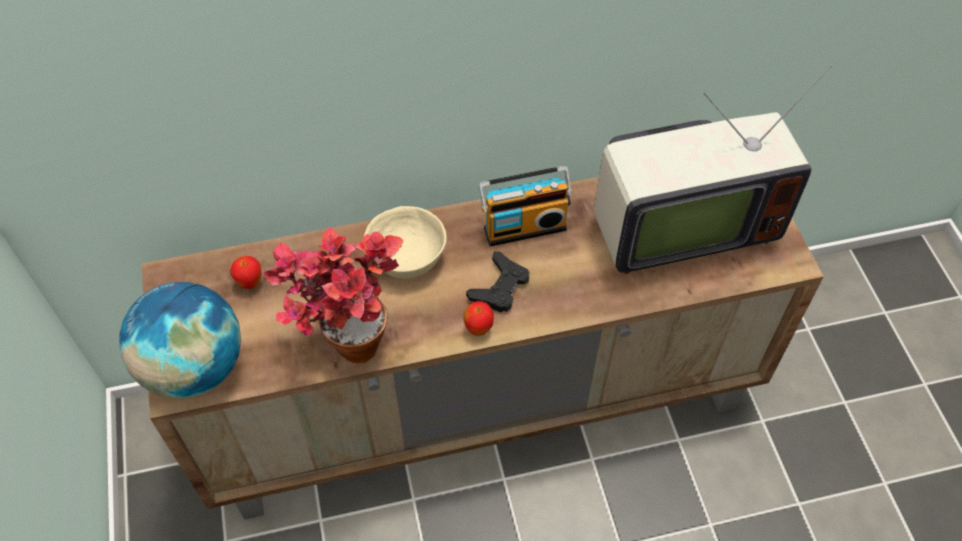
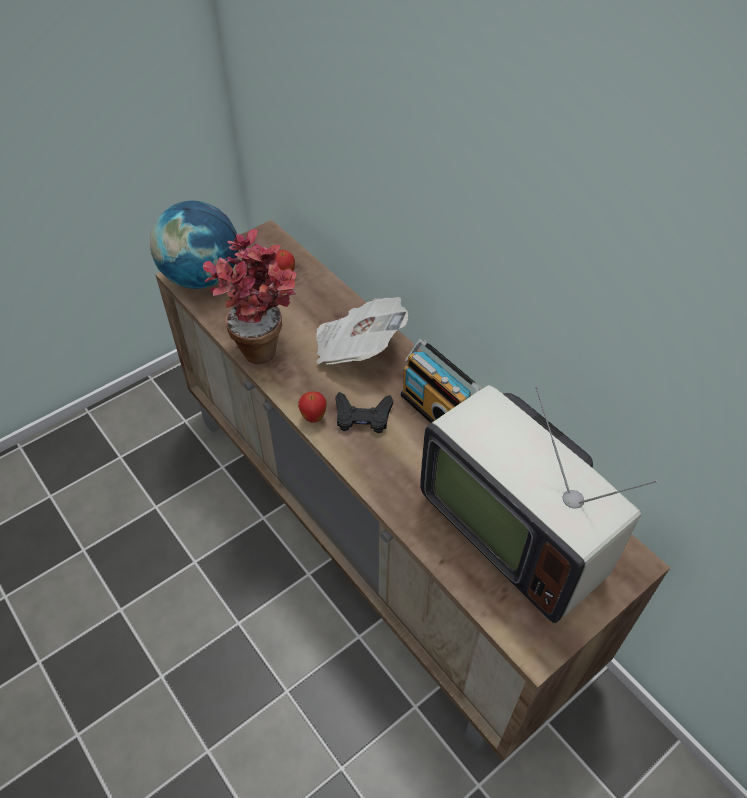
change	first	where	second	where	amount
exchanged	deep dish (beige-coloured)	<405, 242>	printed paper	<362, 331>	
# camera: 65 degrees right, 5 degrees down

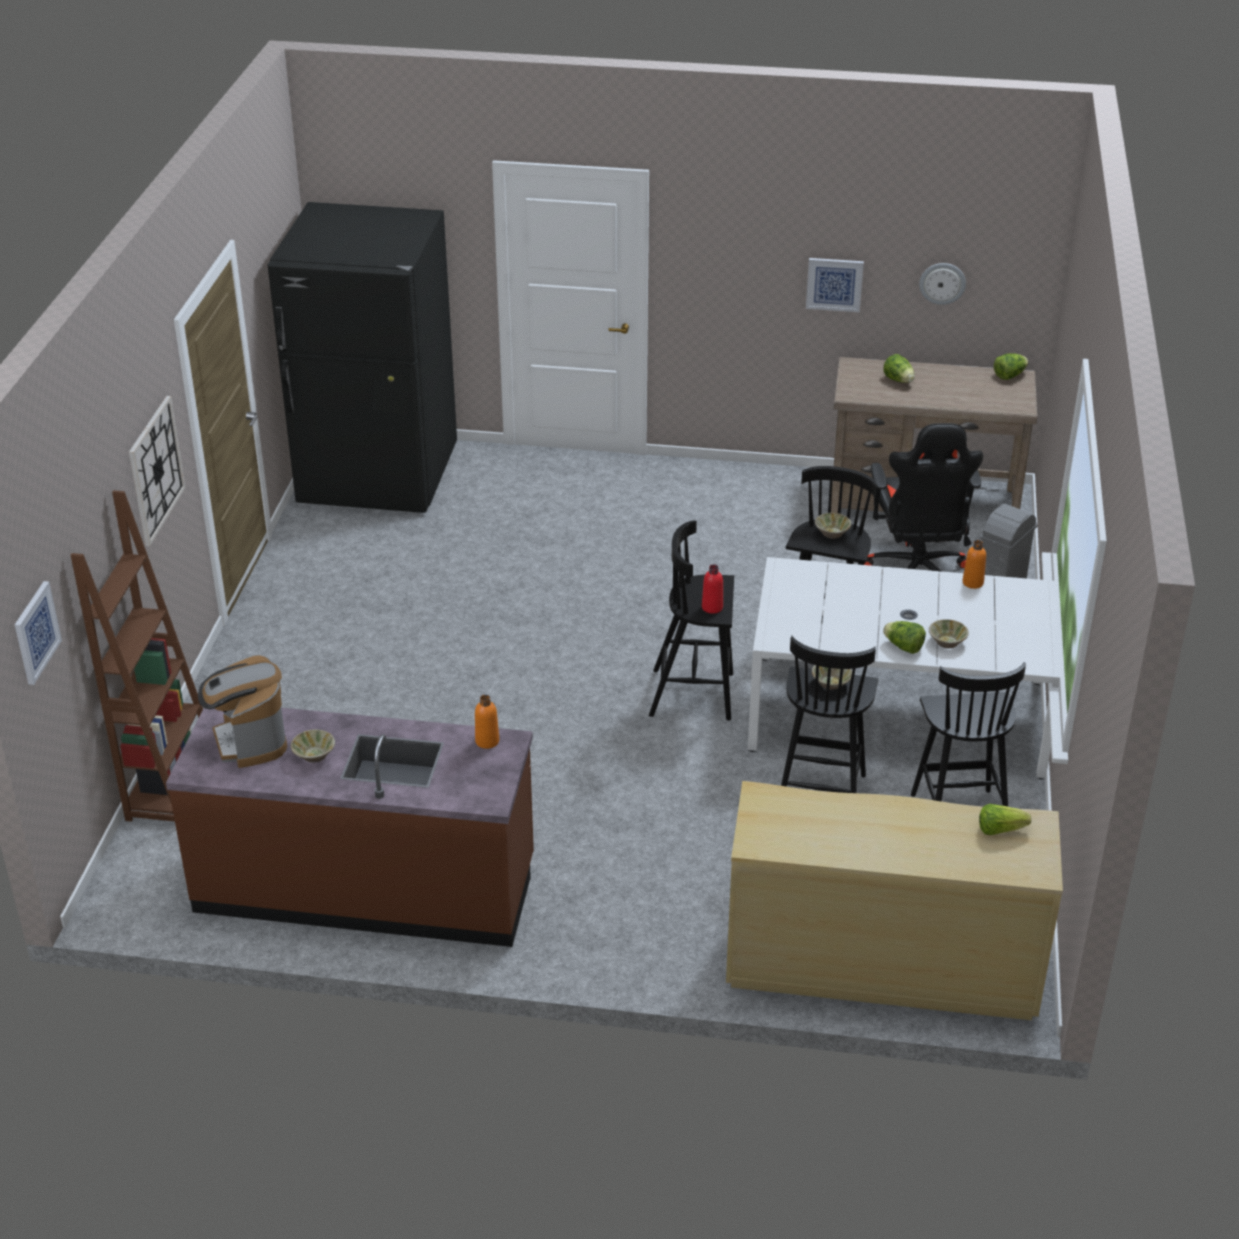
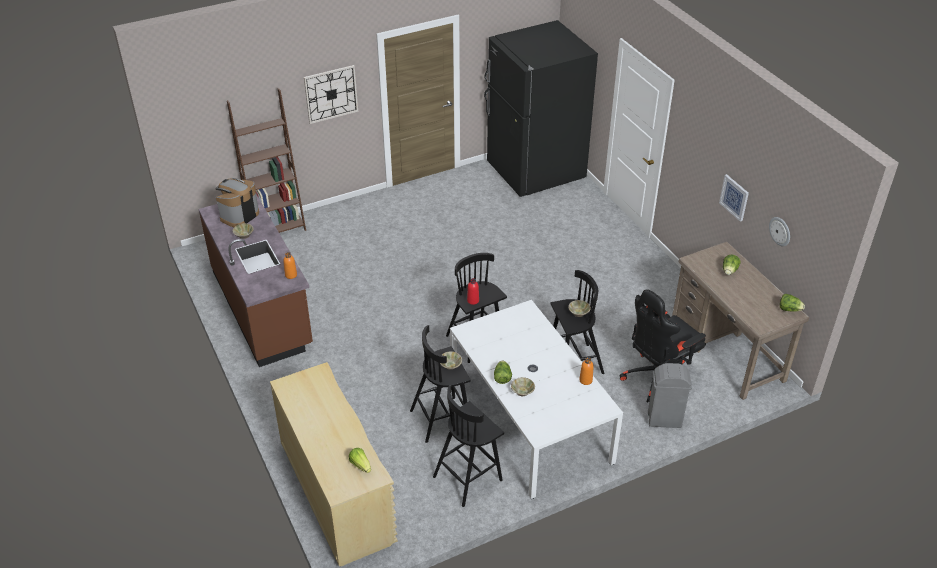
change	first	where	second	where	amount
missing	picture	<38, 633>			
# camera: 55 degrees right, 5 degrees up

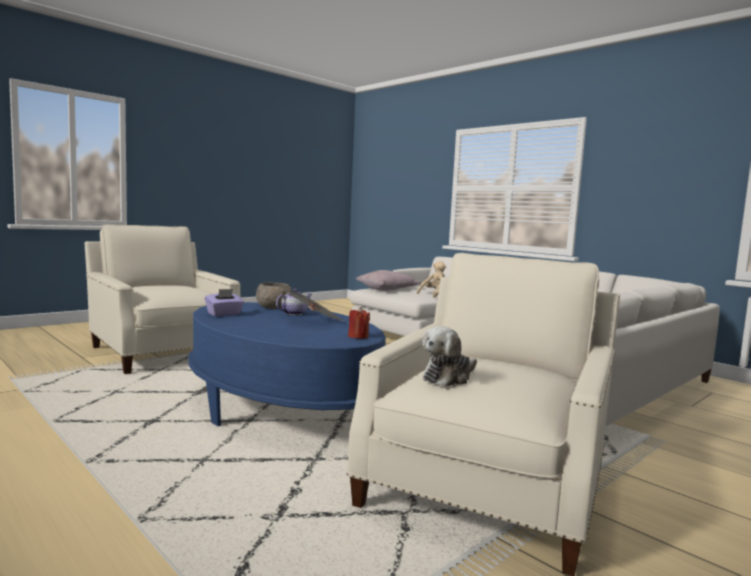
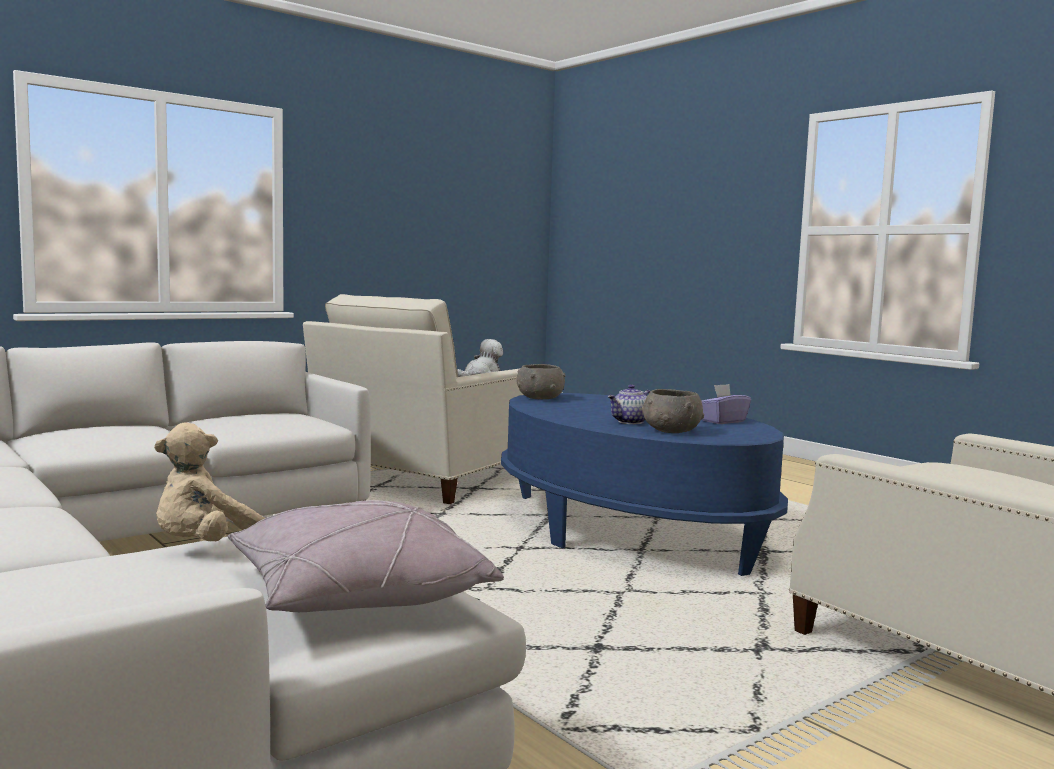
change	first	where	second	where	amount
missing	printed paper	<316, 306>			
exchanged	candle (red)	<359, 323>	deep dish (greyish)	<540, 381>	
# camera: 175 degrees left, 0 degrees up

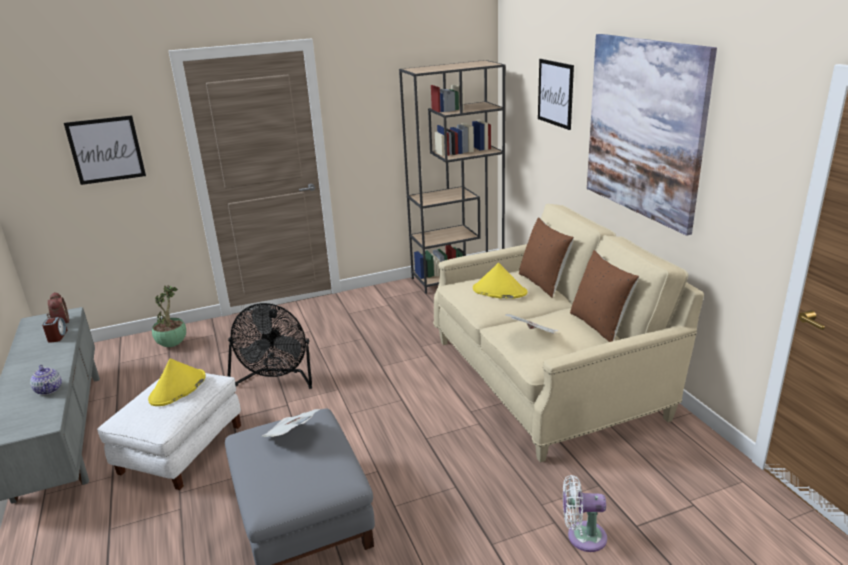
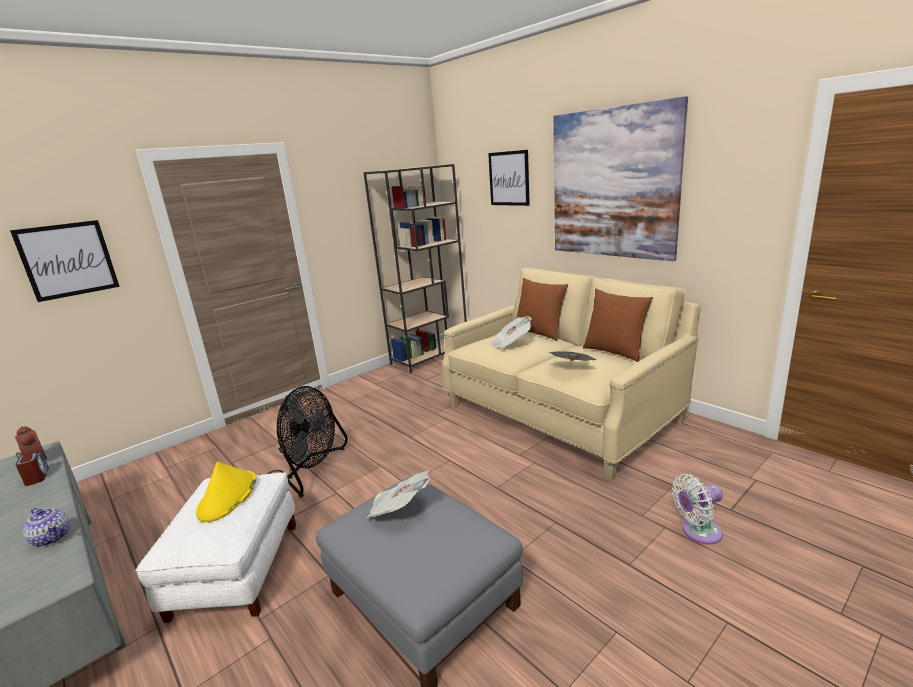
change	first	where	second	where	amount
missing	houseplant	<169, 316>			
spun	fan (blackish)	<269, 346>		<303, 442>	60 degrees counterclockwise
exchanged	clothing hat (yellowish)	<500, 281>	printed paper	<510, 332>	
# camera: 20 degrees left, 5 degrees down

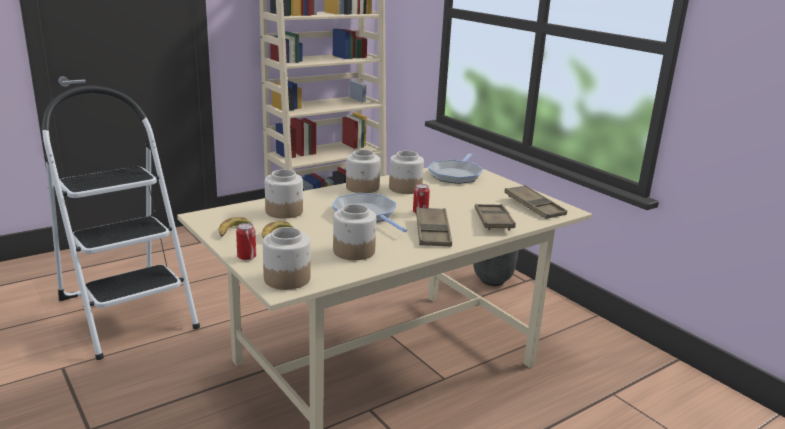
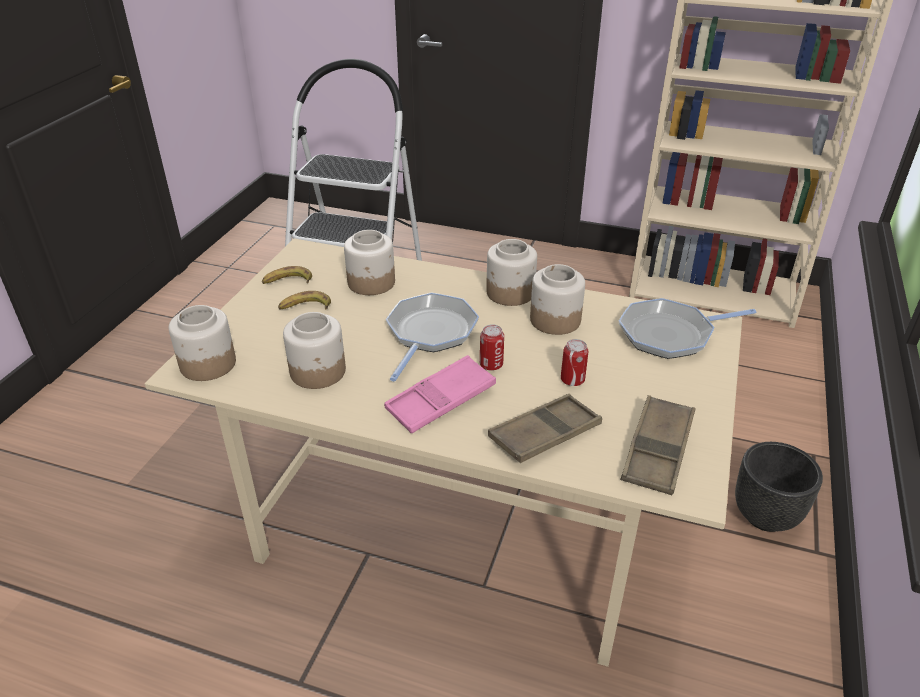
change	first	where	second	where	amount
relocated	can	<246, 241>		<574, 362>	
colour	tray (brown-coloured)	<434, 227>	tray (pink)	<440, 394>	
# camera: 55 degrees right, 15 degrees up

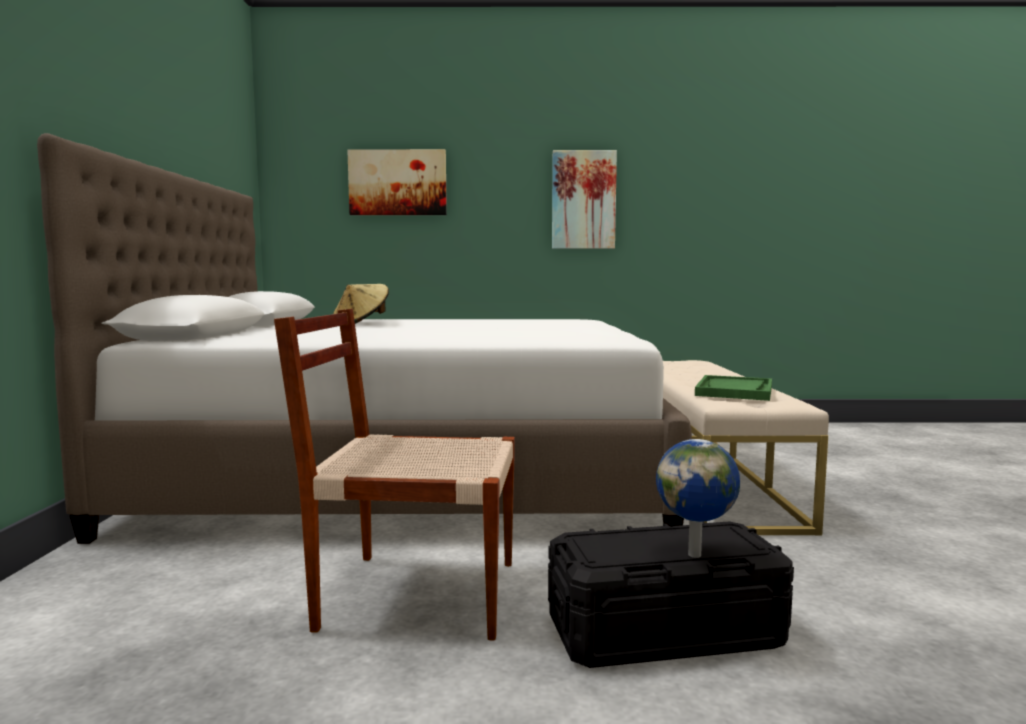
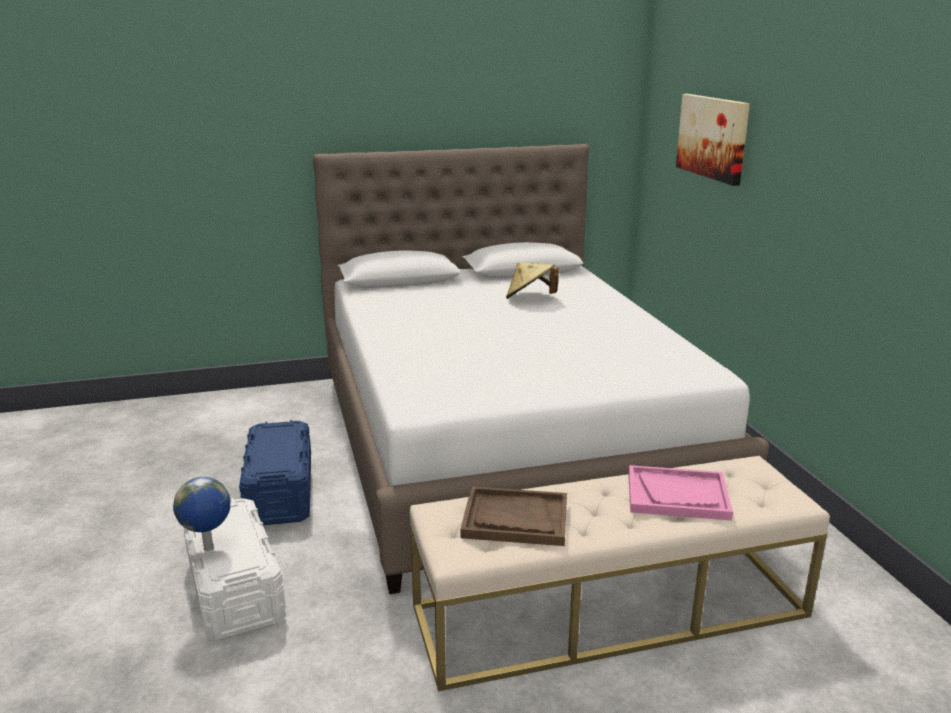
change	first	where	second	where	amount
exchanged	chair	<394, 475>	storage bin (blue)	<275, 472>	
colour	storage bin (blackish)	<671, 594>	storage bin (white)	<234, 569>	
missing	picture	<584, 199>			
colour	tray (green)	<733, 388>	tray (brown-coloured)	<513, 516>	
appeared			tray (pink)	<680, 493>	
# camera: 75 degrees right, 15 degrees up

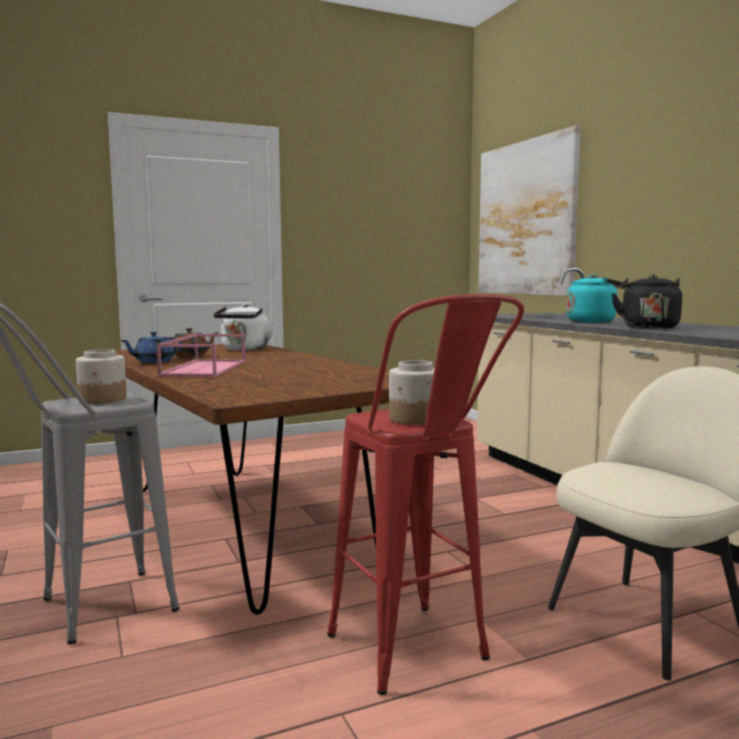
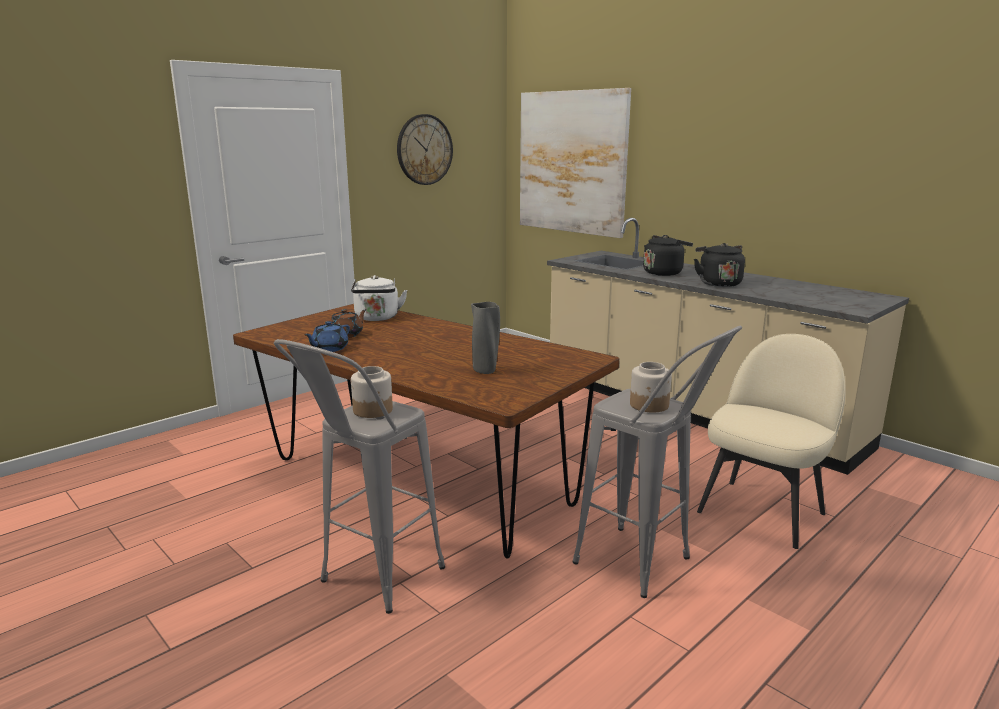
change	first	where	second	where	amount
missing	tray (pink)	<201, 355>			
colour	sitting stool (red)	<425, 494>	sitting stool (greyish)	<657, 462>	
colour	tea kettle (blue-green)	<594, 299>	tea kettle (blackish)	<668, 255>	
appeared			wall clock	<425, 149>	
appeared			flower vase (greyish)	<485, 338>	
# camera: 20 degrees left, 10 degrees up

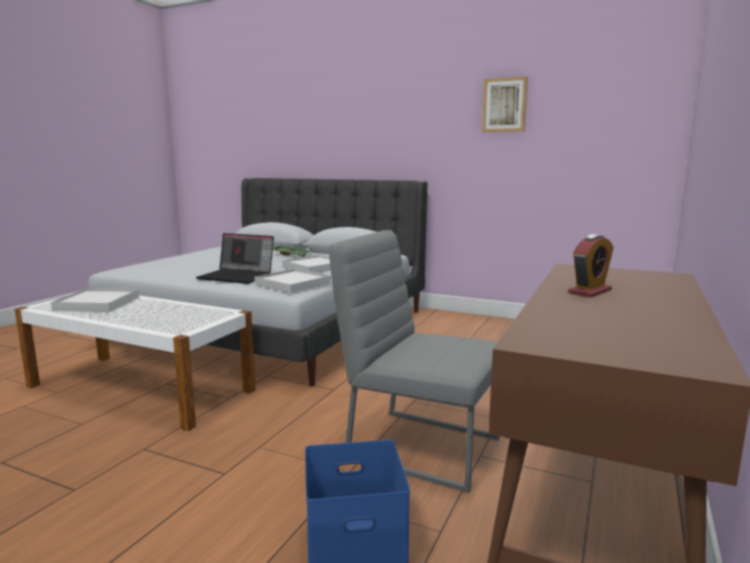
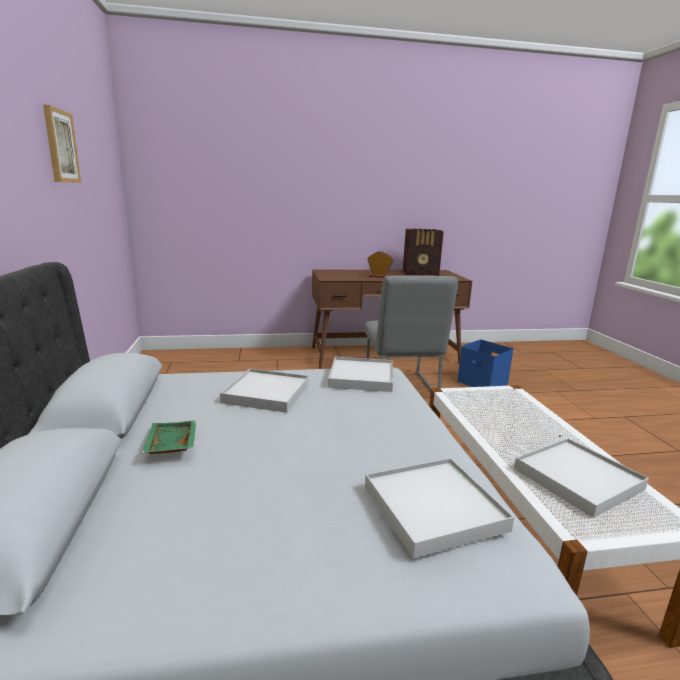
change	first	where	second	where	amount
missing	portable computer	<235, 258>			
appeared			tray (white)	<439, 508>	
appeared			radio	<423, 252>	
# camera: 125 degrees left, 5 degrees up

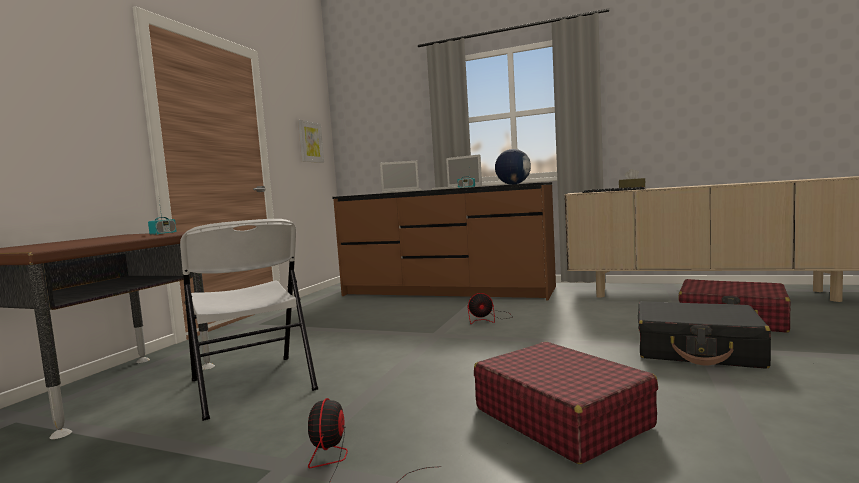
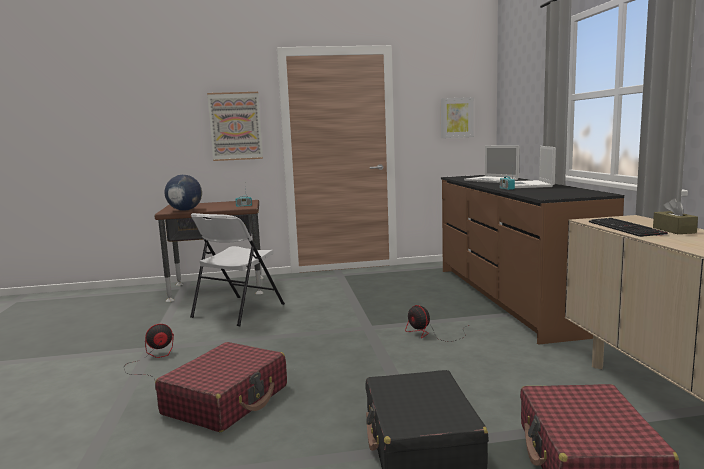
change	first	where	second	where	amount
relocated	desk globe	<513, 167>		<183, 193>	
appeared			picture	<235, 126>	
# camera: 60 degrees right, 5 degrees up

